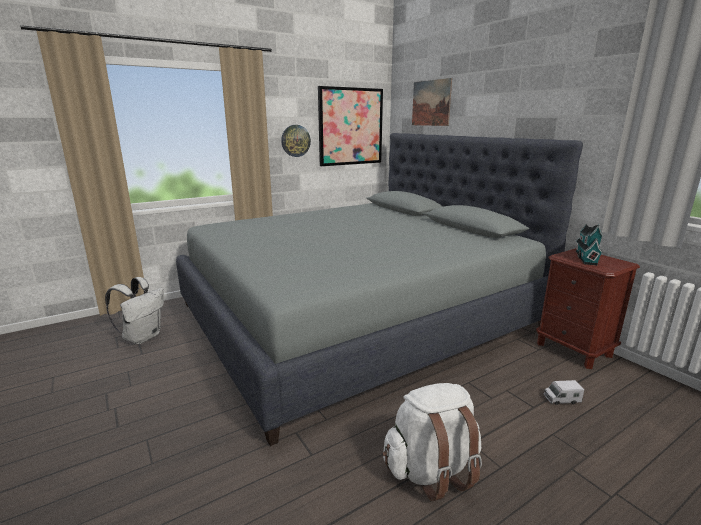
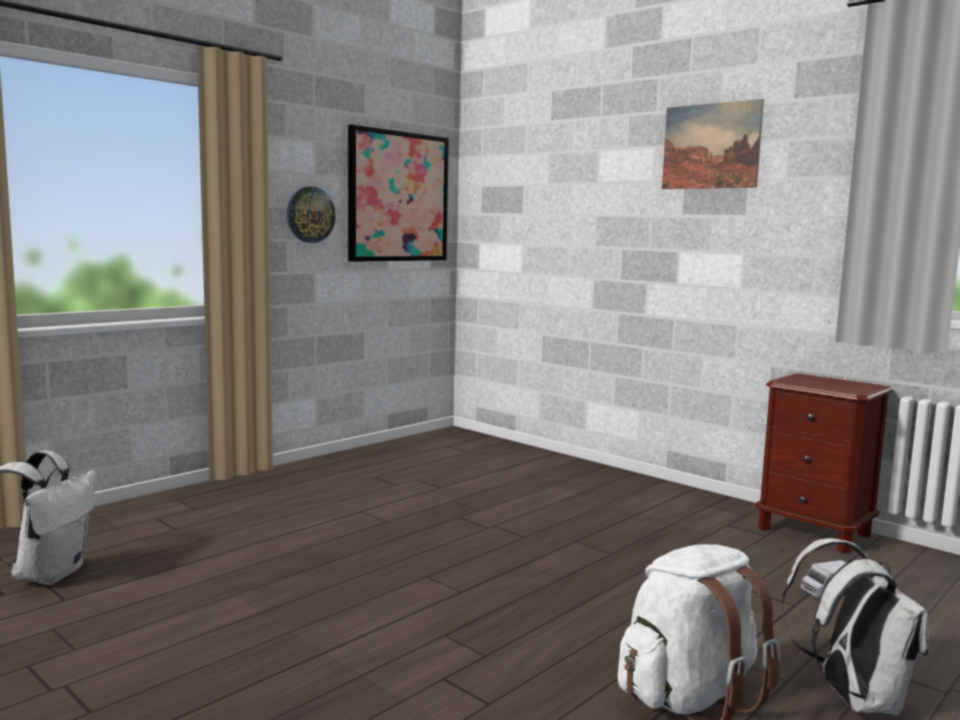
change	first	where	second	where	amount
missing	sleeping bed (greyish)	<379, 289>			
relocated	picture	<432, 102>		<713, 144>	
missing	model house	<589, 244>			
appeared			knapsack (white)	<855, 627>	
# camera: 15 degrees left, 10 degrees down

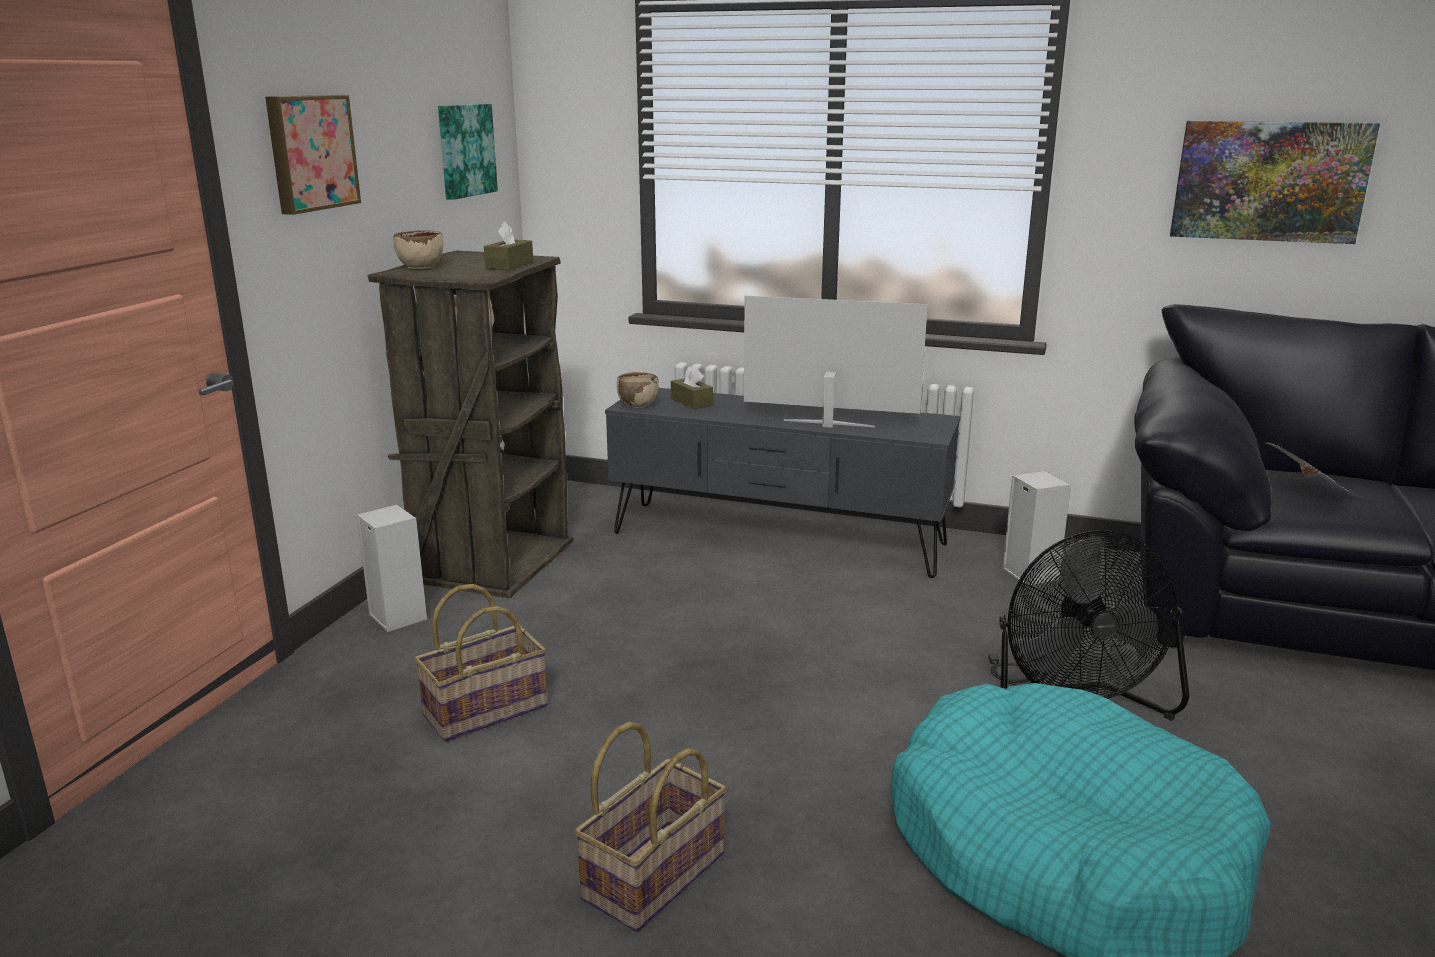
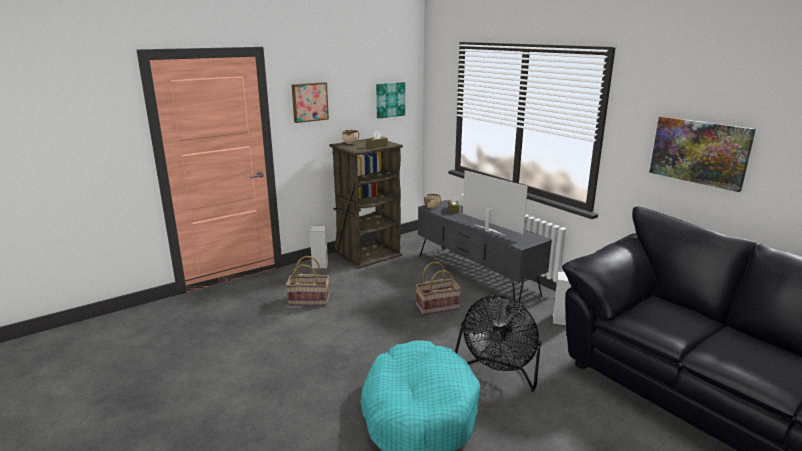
change	first	where	second	where	amount
relocated	household basket	<650, 827>		<438, 288>	
missing	printed paper	<1312, 469>			
# camera: 35 degrees right, 0 degrees up

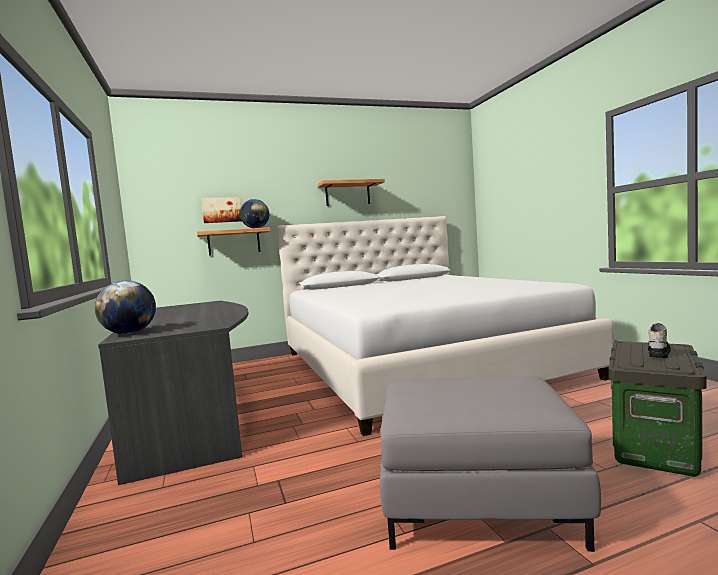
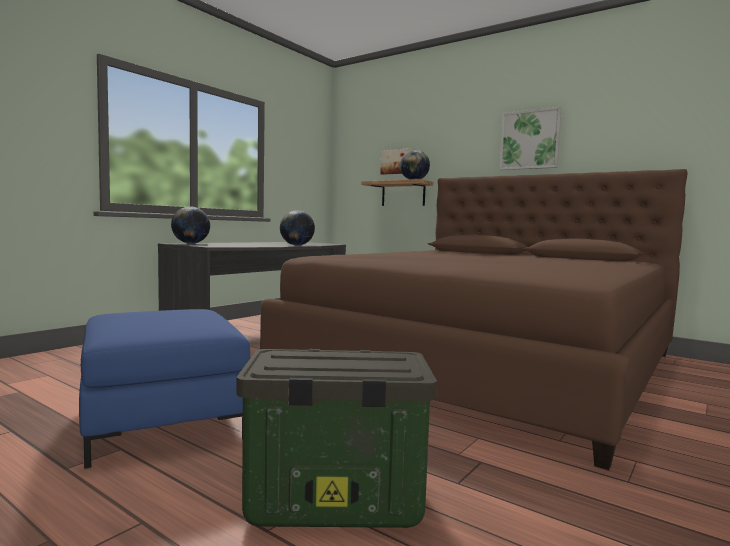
change	first	where	second	where	amount
colour	sleeping bed (white)	<445, 326>	sleeping bed (brown-coloured)	<474, 319>	
exchanged	shelf	<351, 192>	picture	<530, 138>	
colour	pouffe (greyish)	<490, 464>	pouffe (blue)	<164, 389>	
missing	shoe	<659, 340>			
appeared			desk globe	<297, 228>	
# camera: 55 degrees right, 0 degrees up

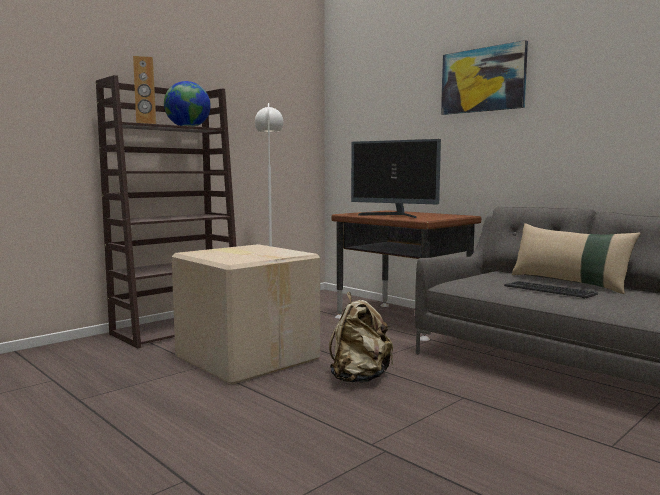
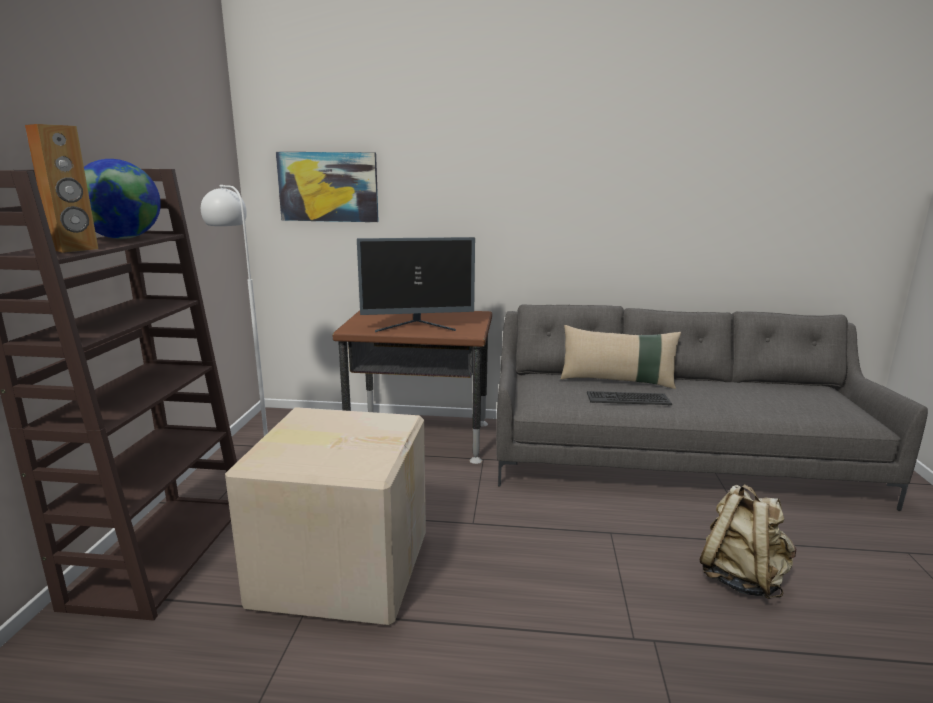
change	first	where	second	where	amount
relocated	knapsack (beige-coloured)	<361, 337>		<748, 541>	
relocated	picture	<484, 77>		<327, 187>	
# camera: 40 degrees left, 10 degrees up

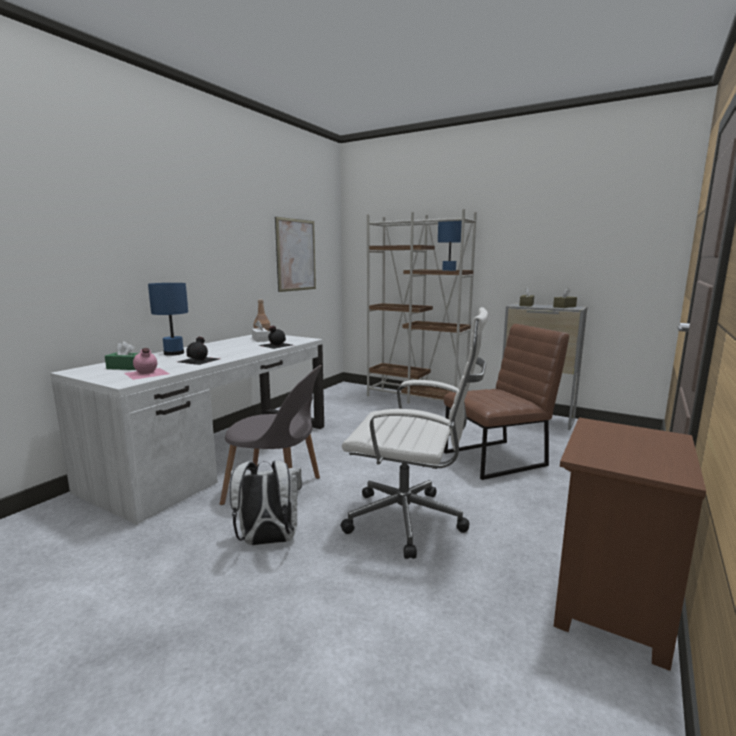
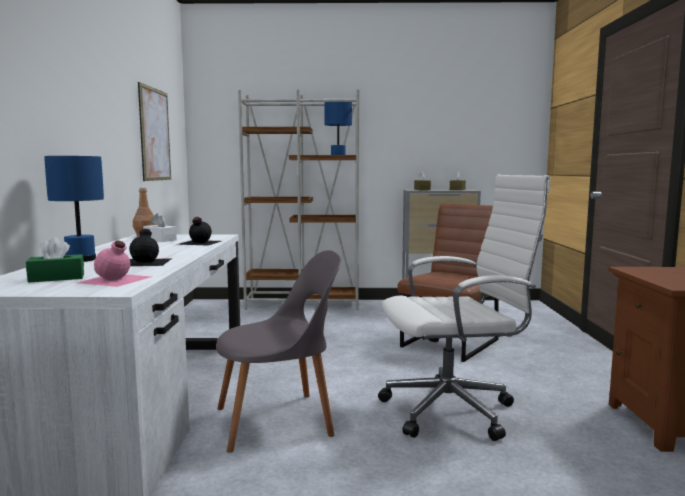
change	first	where	second	where	amount
missing	knapsack (white)	<266, 502>			
# camera: 30 degrees left, 5 degrees down

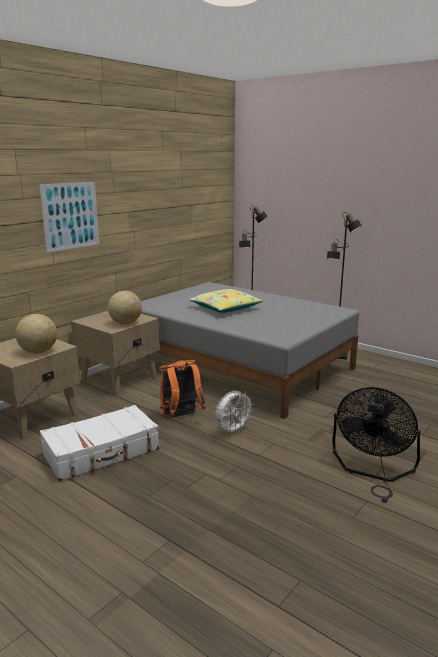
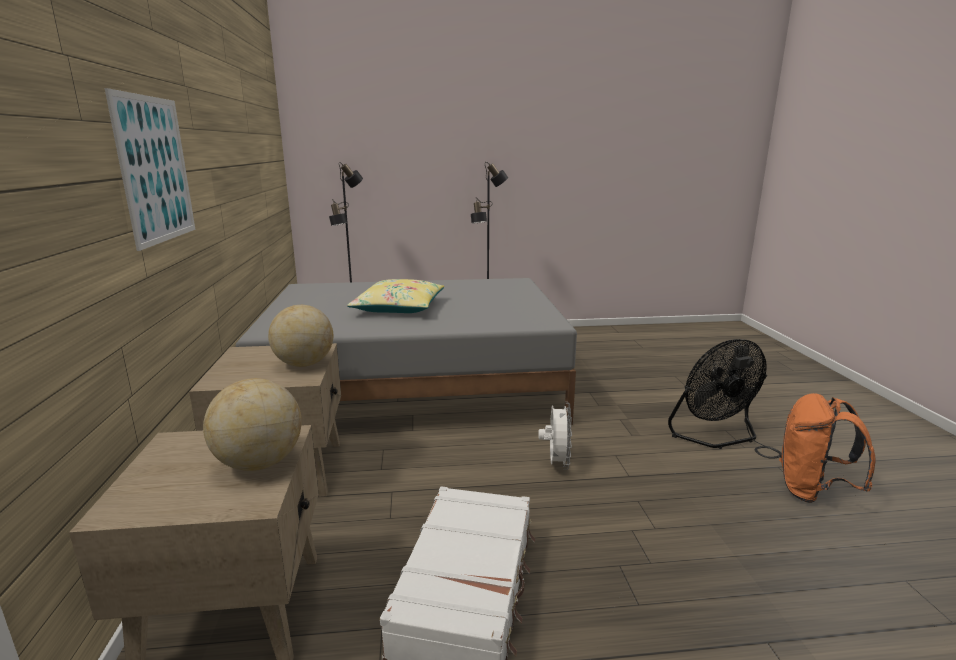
change	first	where	second	where	amount
relocated	knapsack (orange-coloured)	<182, 389>		<827, 448>	
# camera: 45 degrees left, 0 degrees up

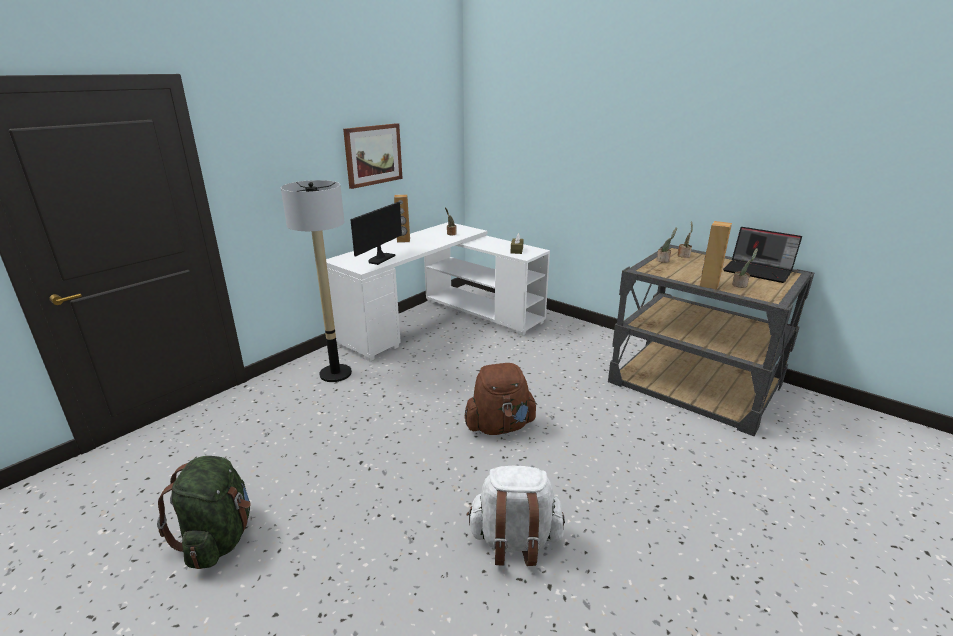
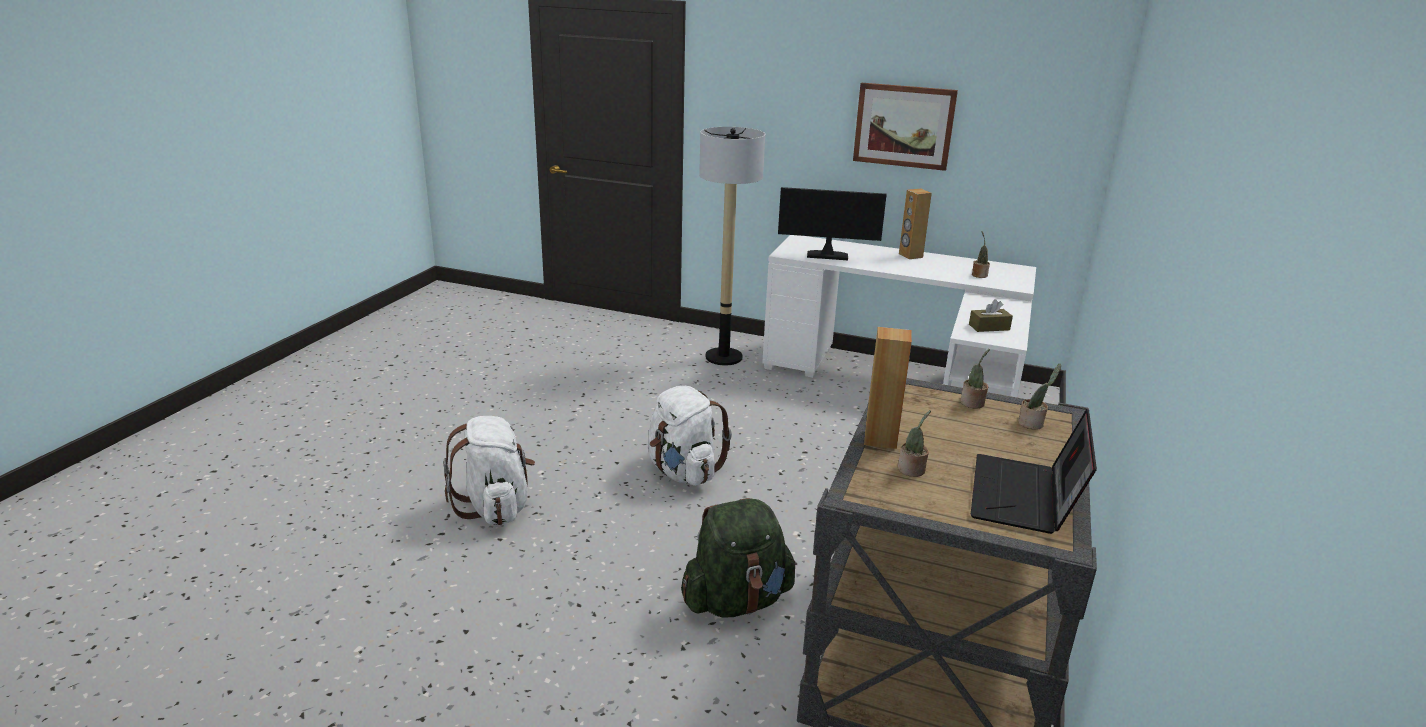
change	first	where	second	where	amount
relocated	knapsack (green)	<204, 512>		<738, 558>	
colour	knapsack (brown-coloured)	<501, 399>	knapsack (white)	<690, 436>	
# camera: 70 degrees right, 0 degrees up

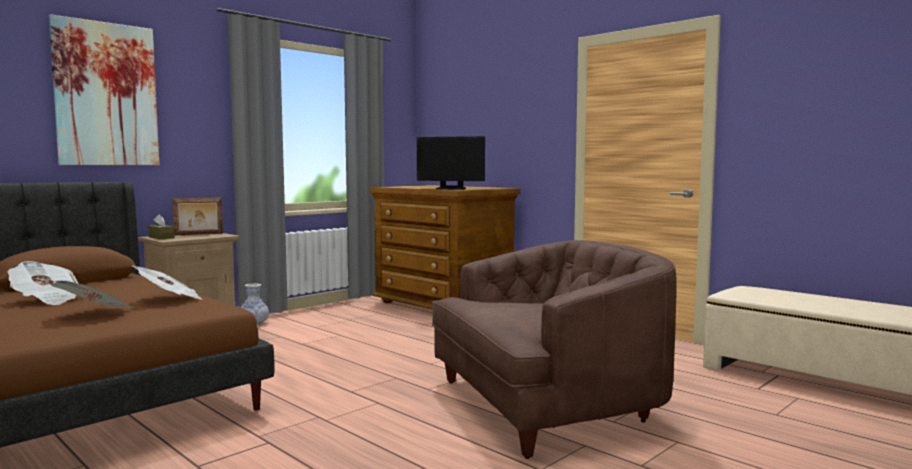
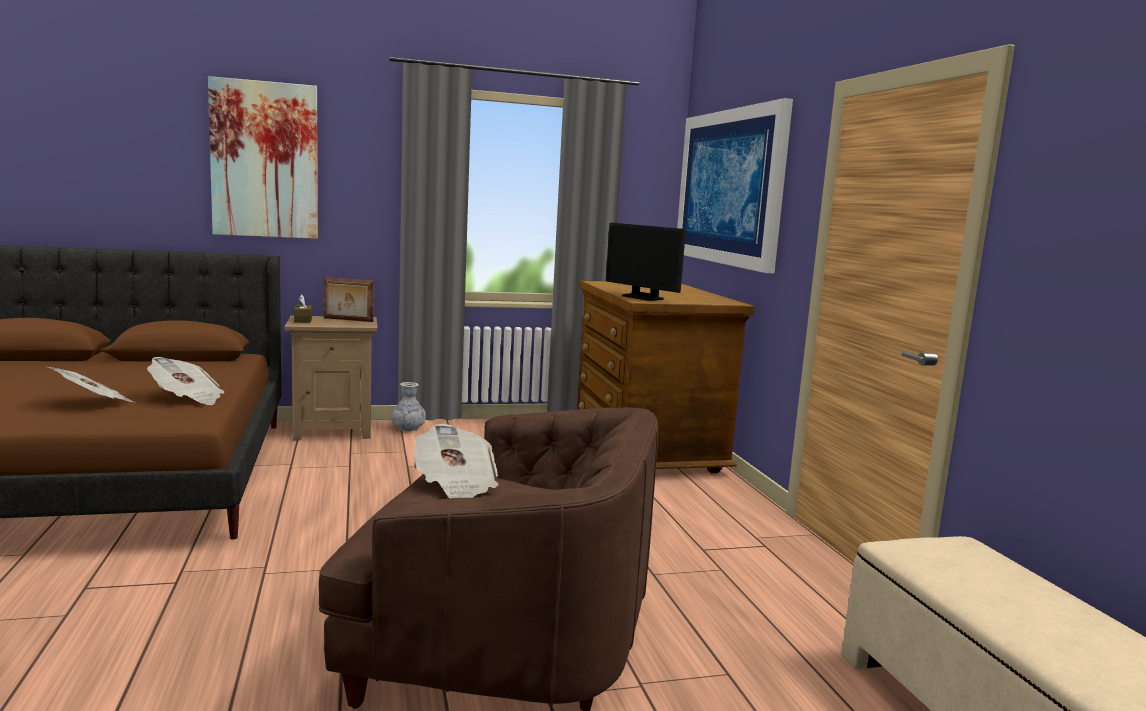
change	first	where	second	where	amount
relocated	printed paper	<43, 283>		<456, 461>	
appeared			picture	<735, 185>	
# camera: 30 degrees right, 5 degrees up

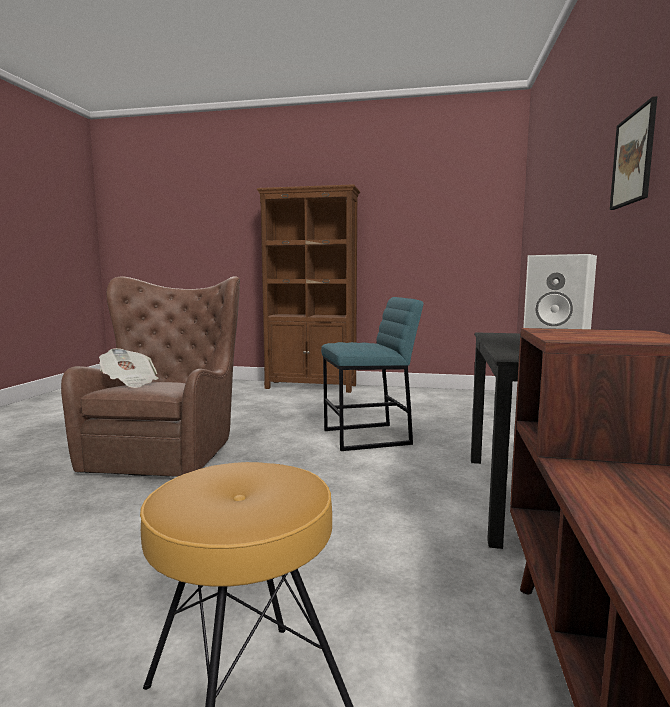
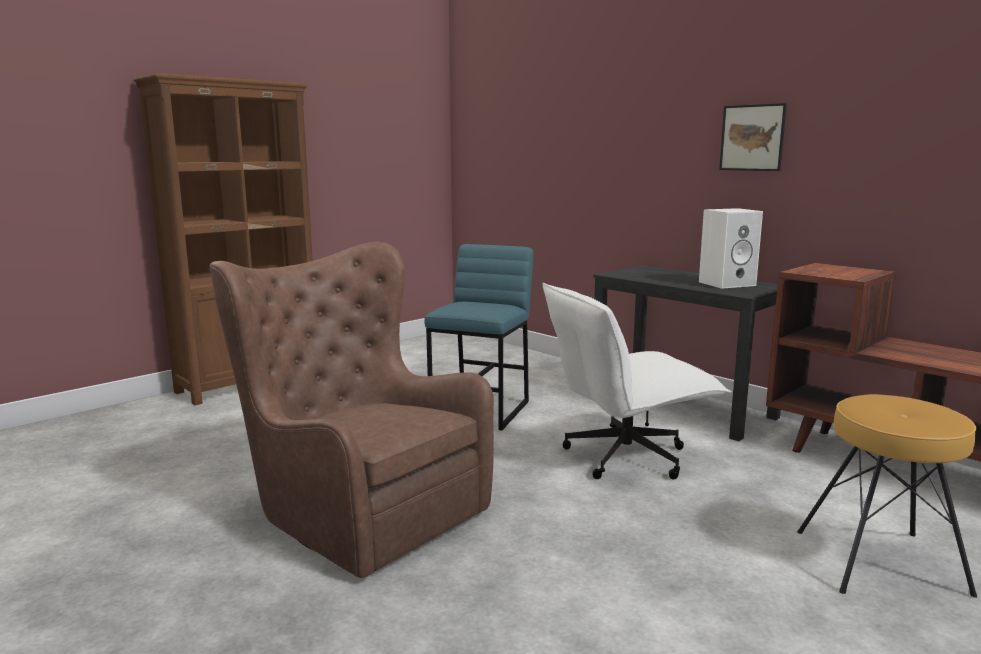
change	first	where	second	where	amount
missing	printed paper	<128, 368>			
appeared			desk chair (white)	<637, 381>	
# camera: 55 degrees left, 5 degrees up

